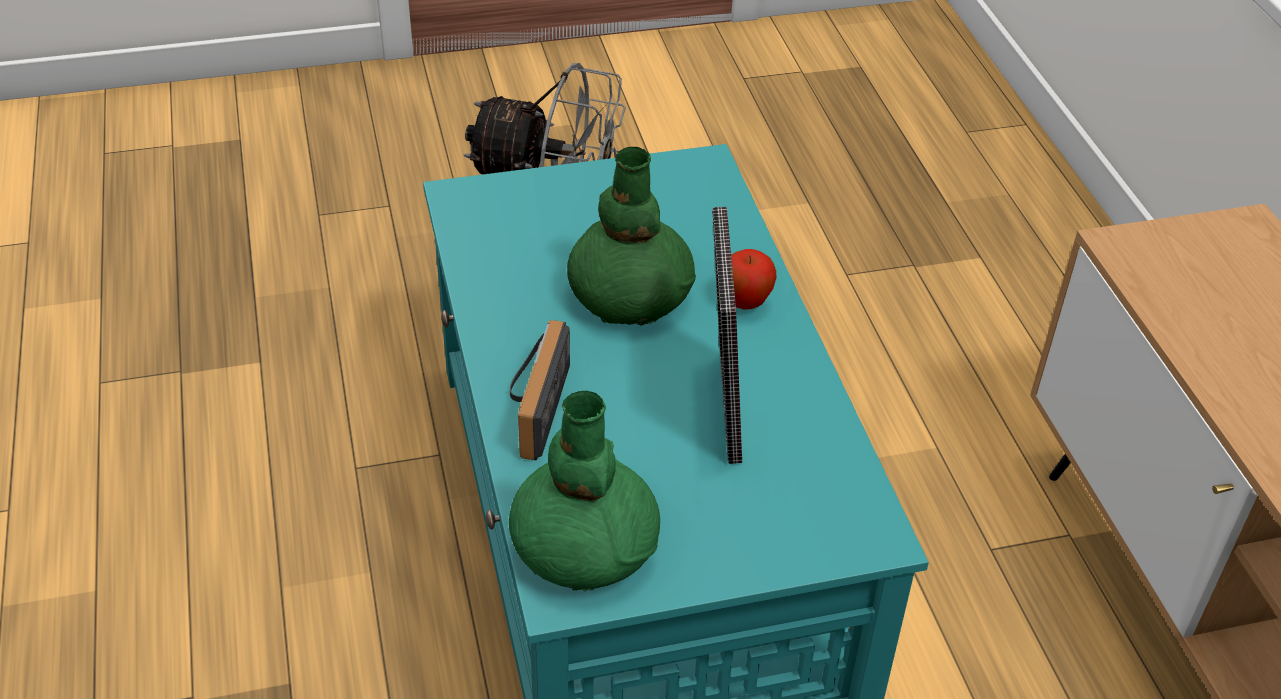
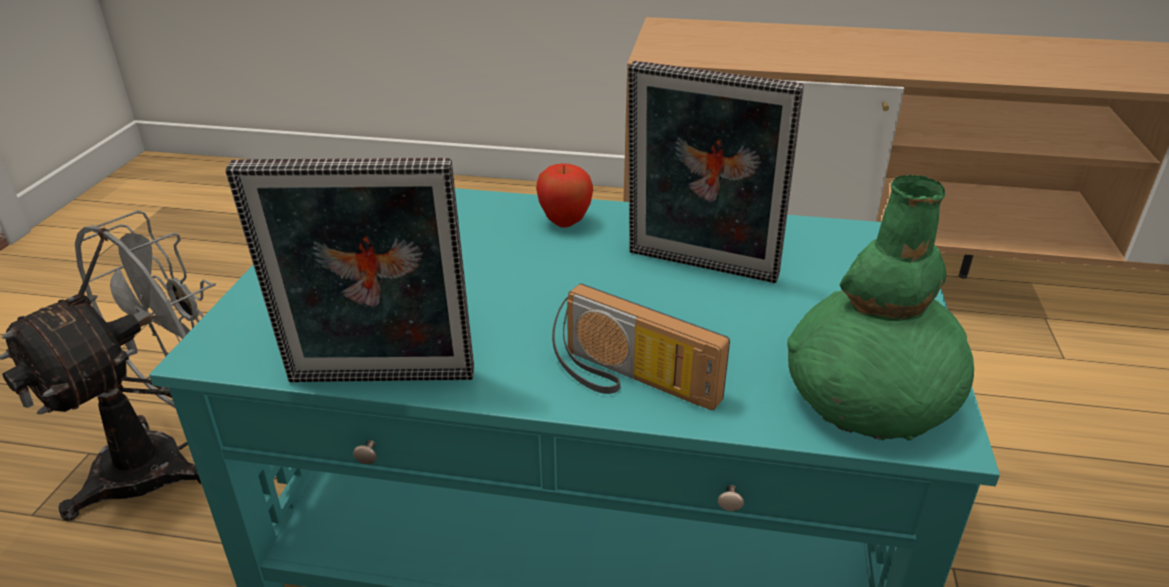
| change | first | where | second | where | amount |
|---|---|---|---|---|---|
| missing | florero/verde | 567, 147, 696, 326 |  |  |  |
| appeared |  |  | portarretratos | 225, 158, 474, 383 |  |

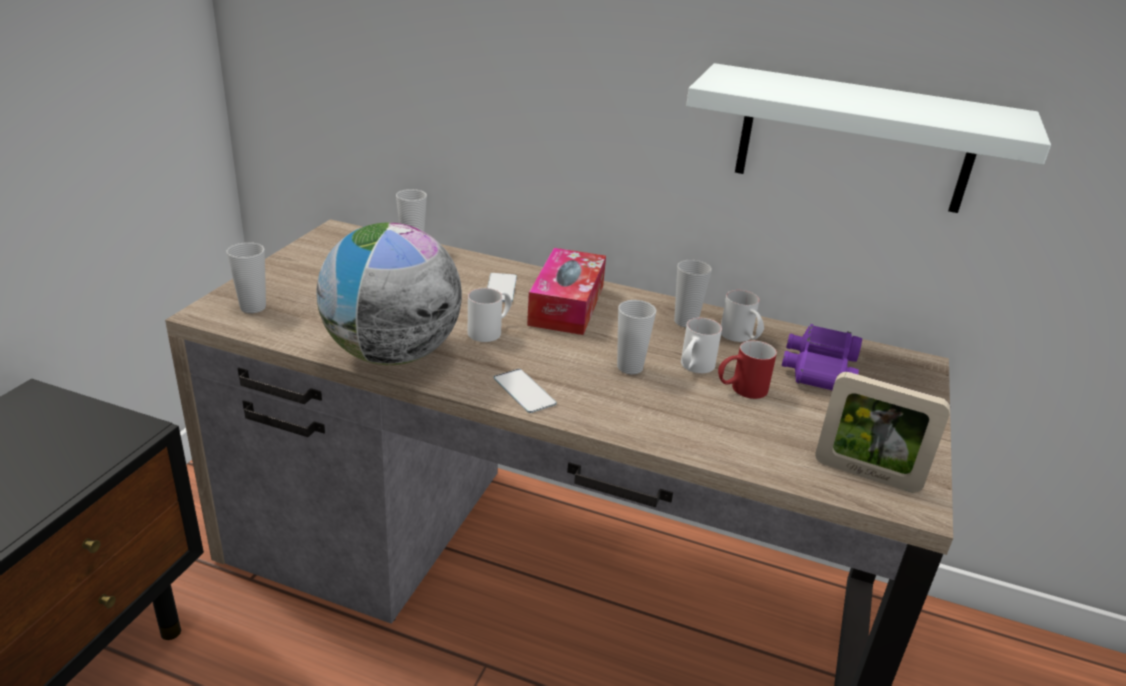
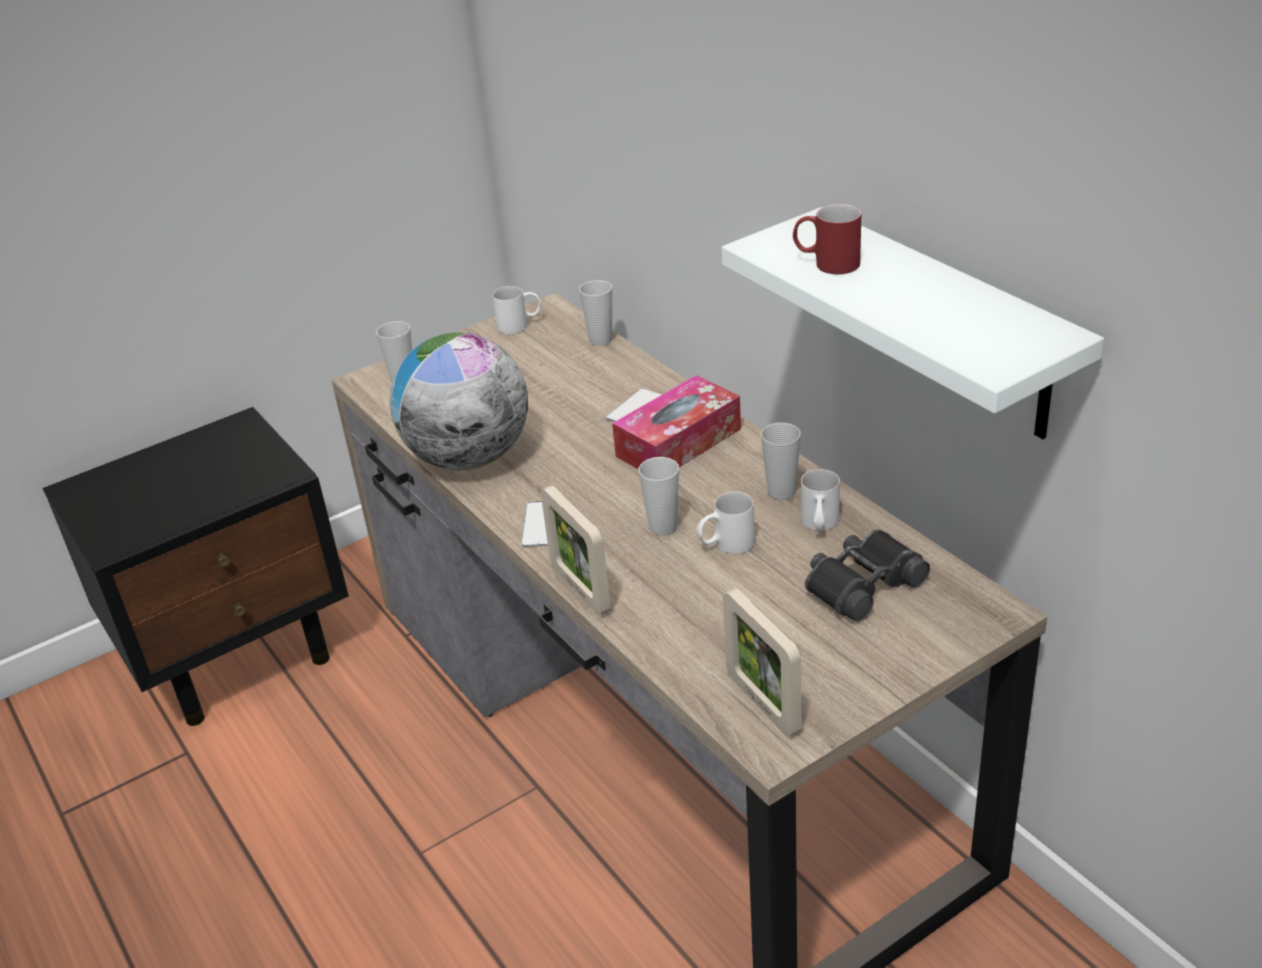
| change | first | where | second | where | amount |
|---|---|---|---|---|---|
| appeared |  |  | portarretratos | 541, 485, 611, 616 |  |
| relocated | taza grande/blanco | 468, 288, 512, 342 |  | 492, 286, 541, 334 |  |
| relocated | taza grande/rojo | 718, 340, 777, 399 |  | 793, 204, 861, 274 |  |
| colour | prismáticos/morado | 782, 324, 862, 390 | prismáticos/negro | 805, 530, 930, 622 |  |

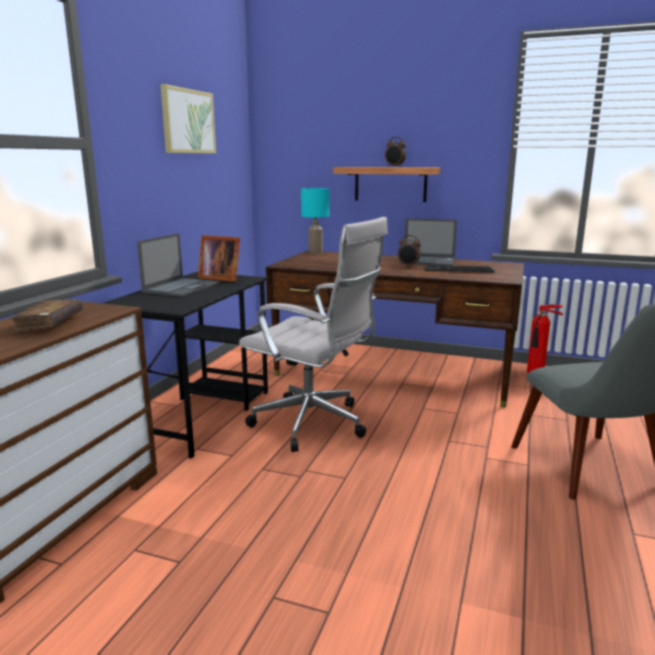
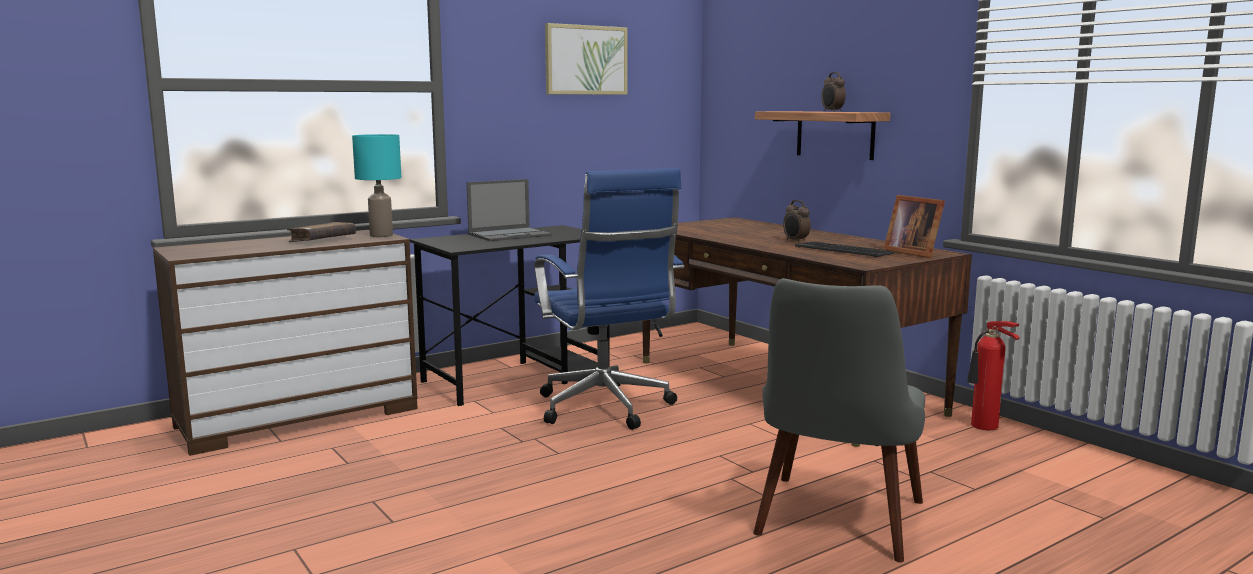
| change | first | where | second | where | amount |
|---|---|---|---|---|---|
| missing | portátil | 399, 218, 457, 266 |  |  |  |
| relocated | portarretratos | 198, 235, 240, 282 |  | 884, 195, 945, 258 |  |
| relocated | lámpara de mesa/turquesa | 301, 188, 330, 253 |  | 352, 134, 401, 237 |  |
| colour | silla de oficina/blanco | 239, 217, 388, 452 | silla de oficina/azul | 534, 168, 684, 430 |  |

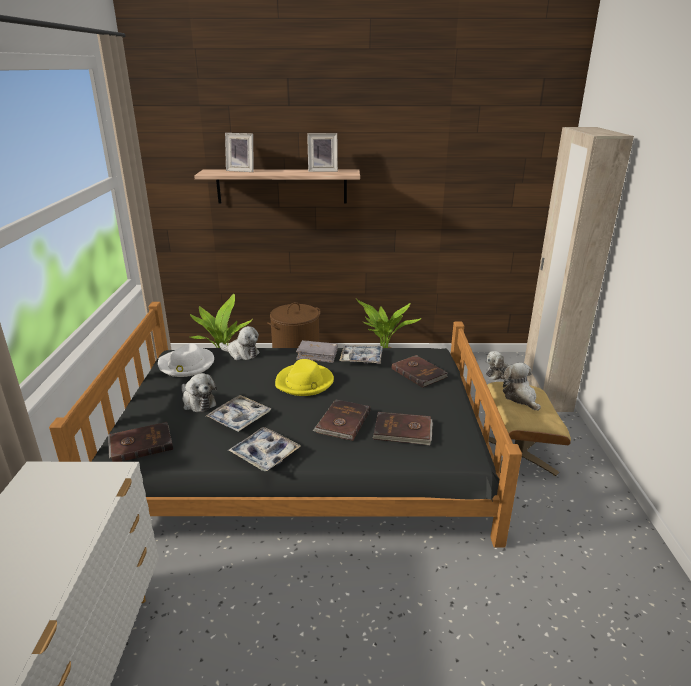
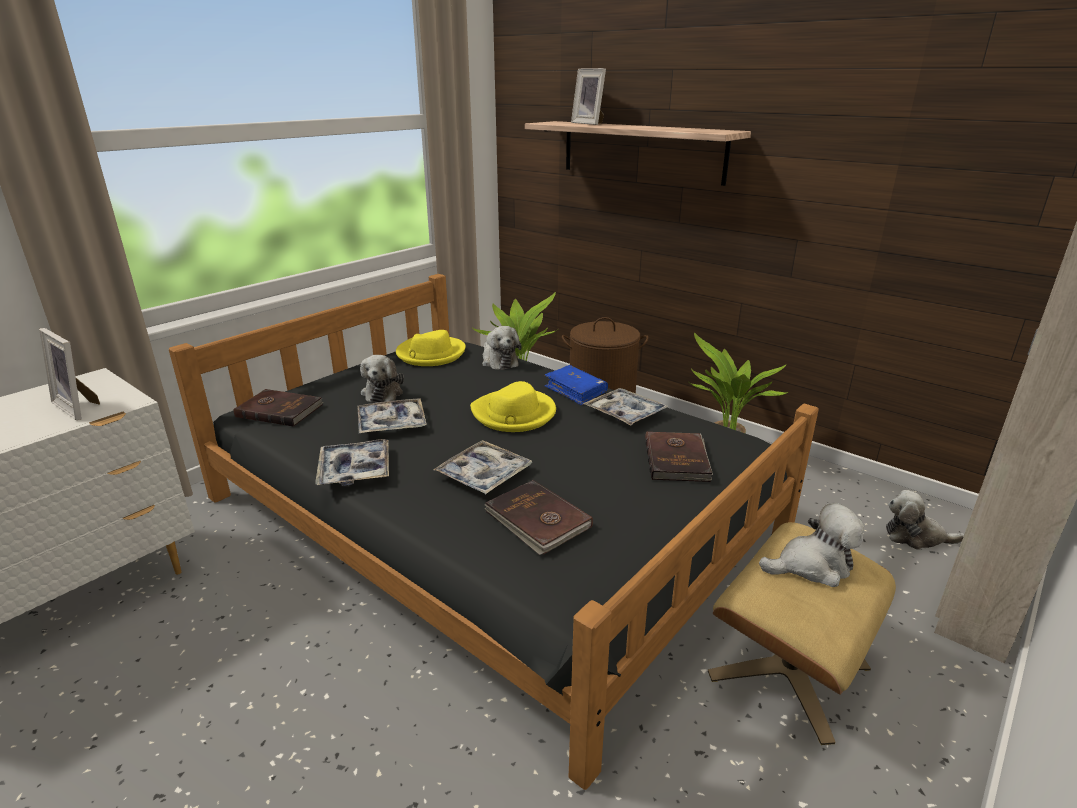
| change | first | where | second | where | amount |
|---|---|---|---|---|---|
| relocated | portarretratos | 307, 133, 338, 172 |  | 39, 328, 100, 420 |  |
| exchanged | libro/marrón | 313, 399, 371, 441 | bandeja | 434, 440, 532, 494 |  |
| colour | sombrero/blanco | 158, 343, 214, 377 | sombrero/amarillo | 396, 330, 466, 366 |  |
| colour | libro/gris | 296, 340, 338, 363 | libro/azul | 545, 365, 608, 405 |  |
| spun | peluche | 503, 363, 541, 411 |  | 759, 502, 865, 587 | 60 degrees clockwise |

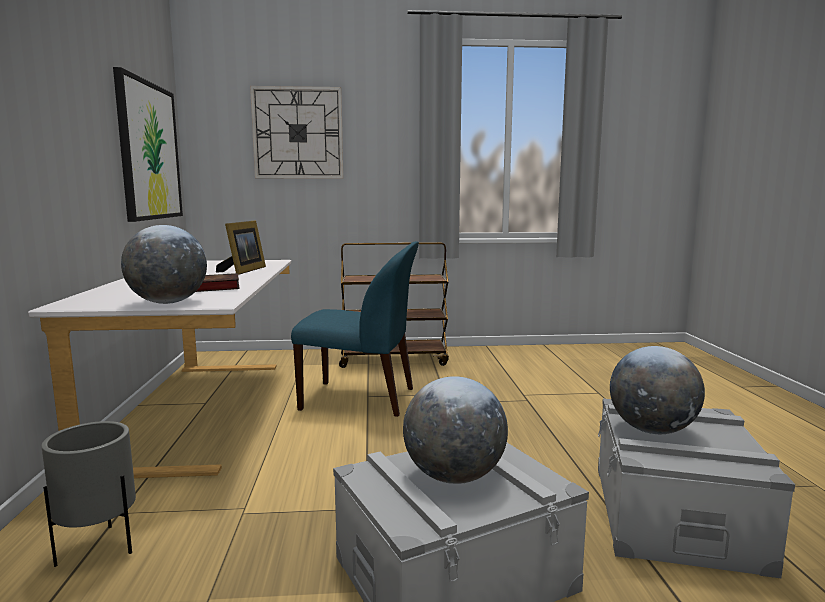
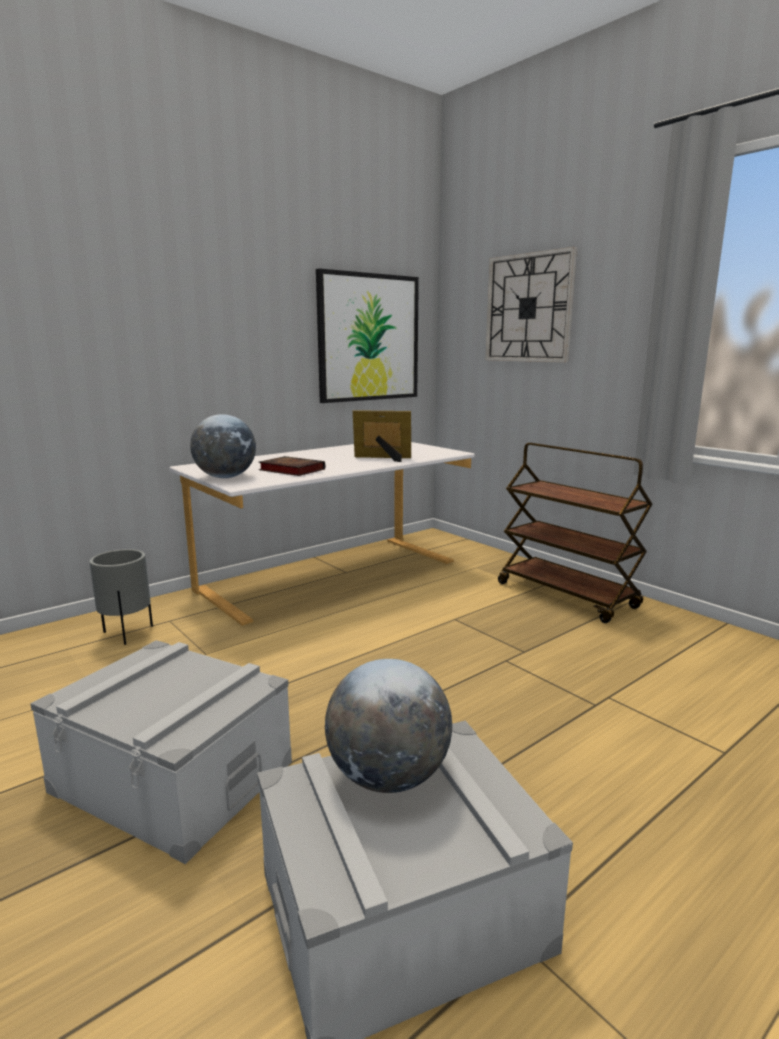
| change | first | where | second | where | amount |
|---|---|---|---|---|---|
| missing | silla/azul | 291, 241, 419, 417 |  |  |  |
| missing | globo terráqueo | 403, 376, 508, 484 |  |  |  |
| spun | portarretratos | 216, 220, 266, 275 |  | 353, 410, 411, 462 | 150 degrees counterclockwise |

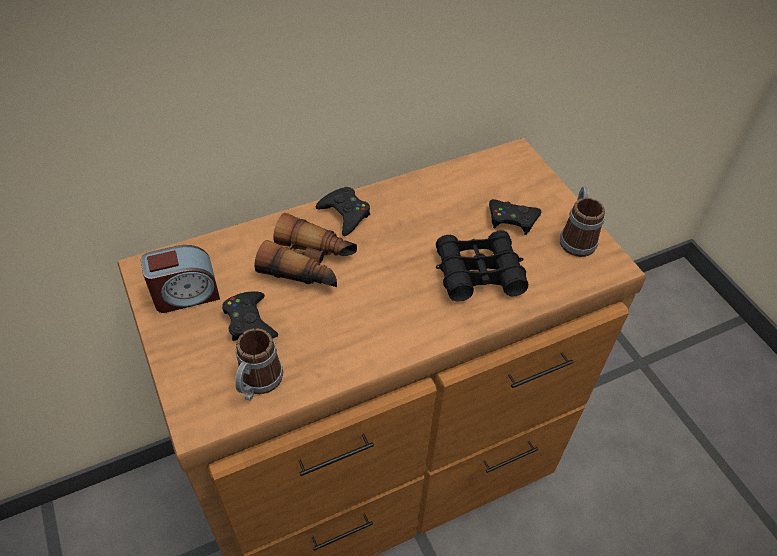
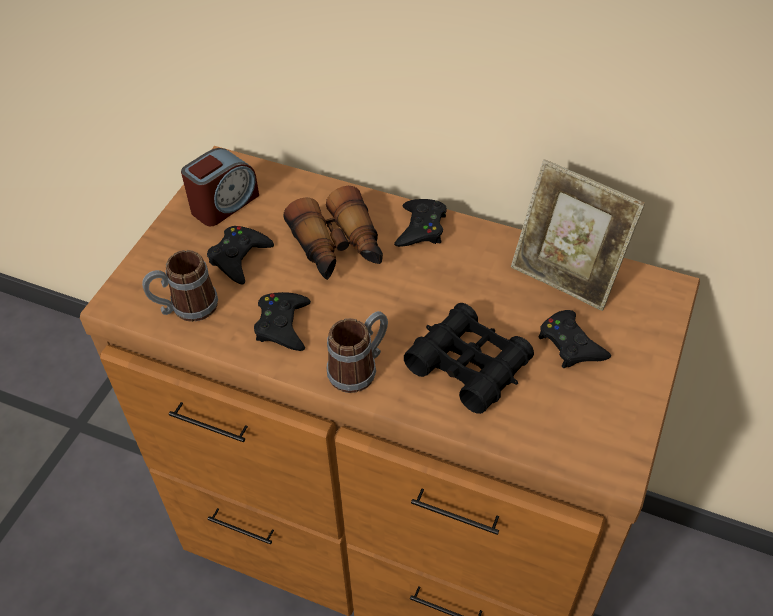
| change | first | where | second | where | amount |
|---|---|---|---|---|---|
| appeared |  |  | mando de consola/negro | 254, 292, 311, 351 |  |
| appeared |  |  | portarretratos | 511, 159, 645, 311 |  |
| relocated | taza grande | 560, 187, 605, 257 |  | 327, 311, 388, 393 |  |
| spun | despertador | 141, 245, 220, 313 |  | 181, 148, 259, 226 | 75 degrees counterclockwise |

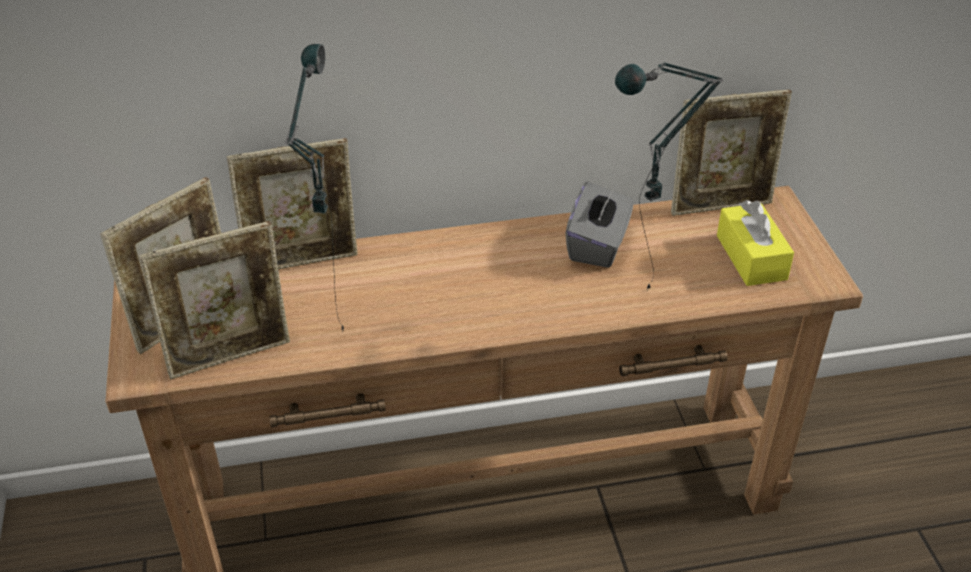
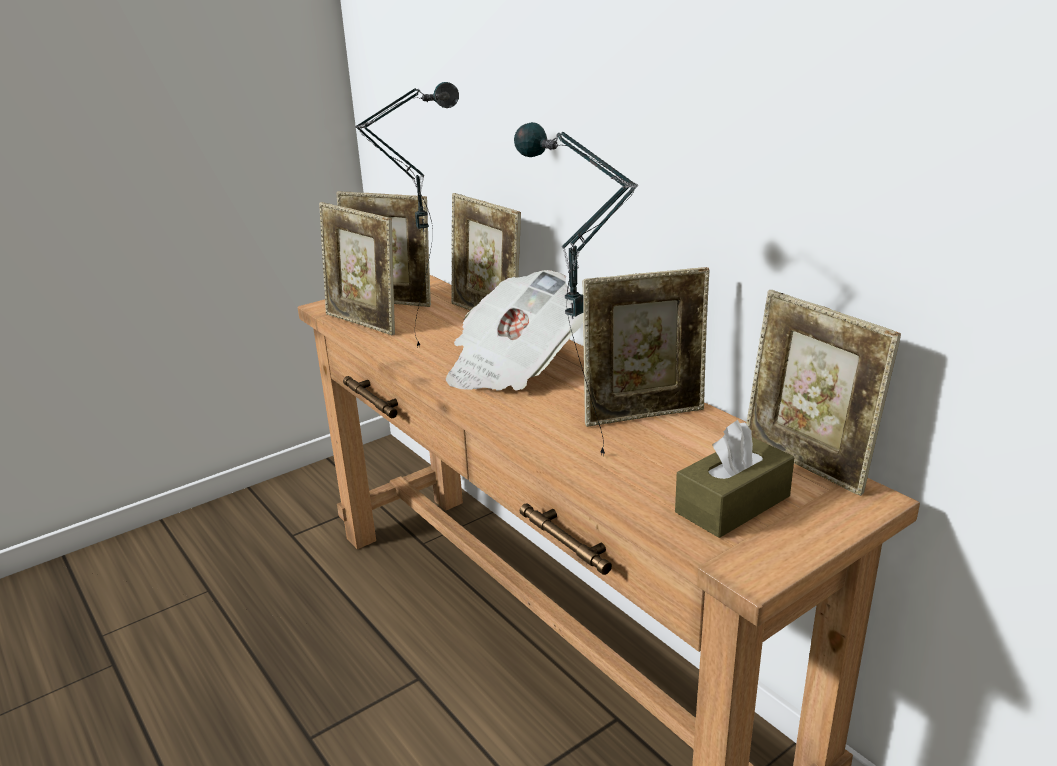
| change | first | where | second | where | amount |
|---|---|---|---|---|---|
| appeared |  |  | periódico | 446, 270, 583, 391 |  |
| exchanged | caja de pañuelos/gris | 565, 182, 634, 268 | portarretratos | 583, 267, 710, 427 |  |
| colour | caja de pañuelos/amarillo | 717, 200, 794, 286 | caja de pañuelos/marrón | 675, 420, 794, 538 |  |

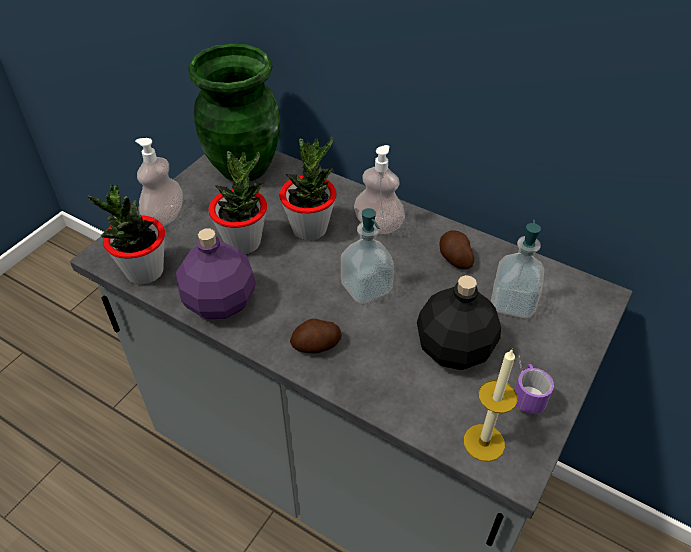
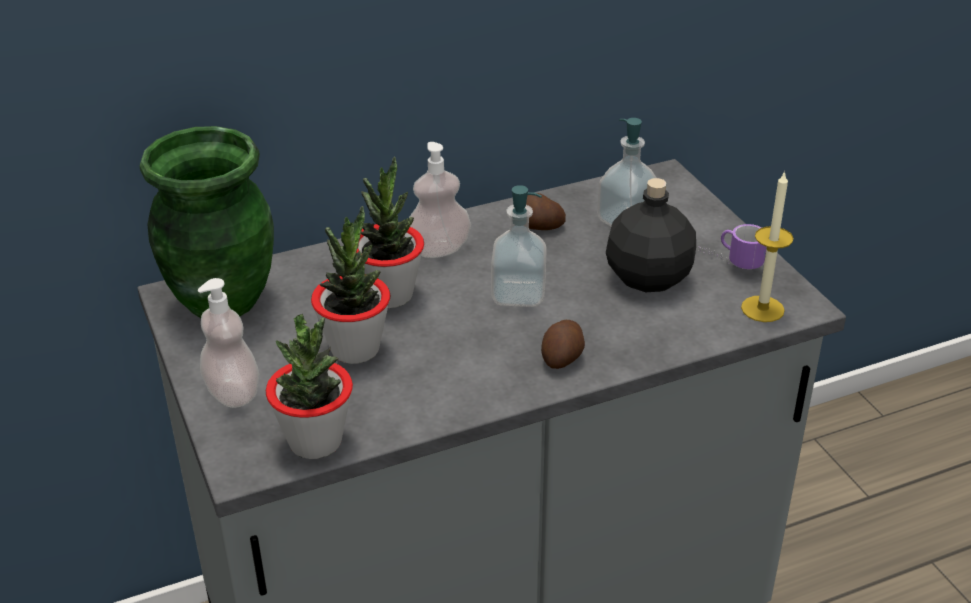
| change | first | where | second | where | amount |
|---|---|---|---|---|---|
| missing | botella/morado | 176, 229, 256, 319 |  |  |  |

